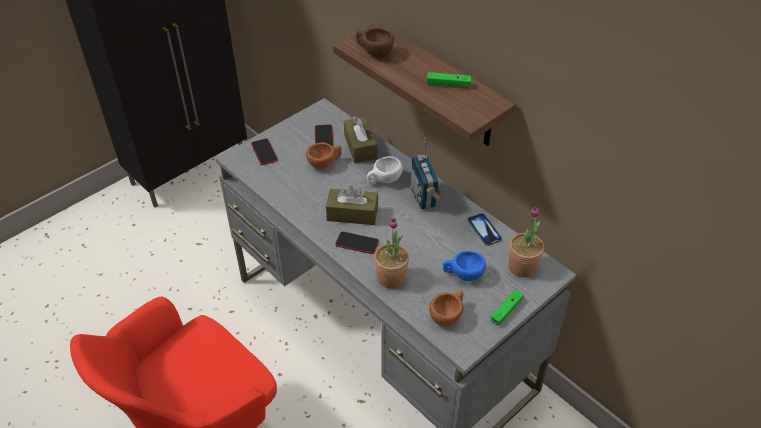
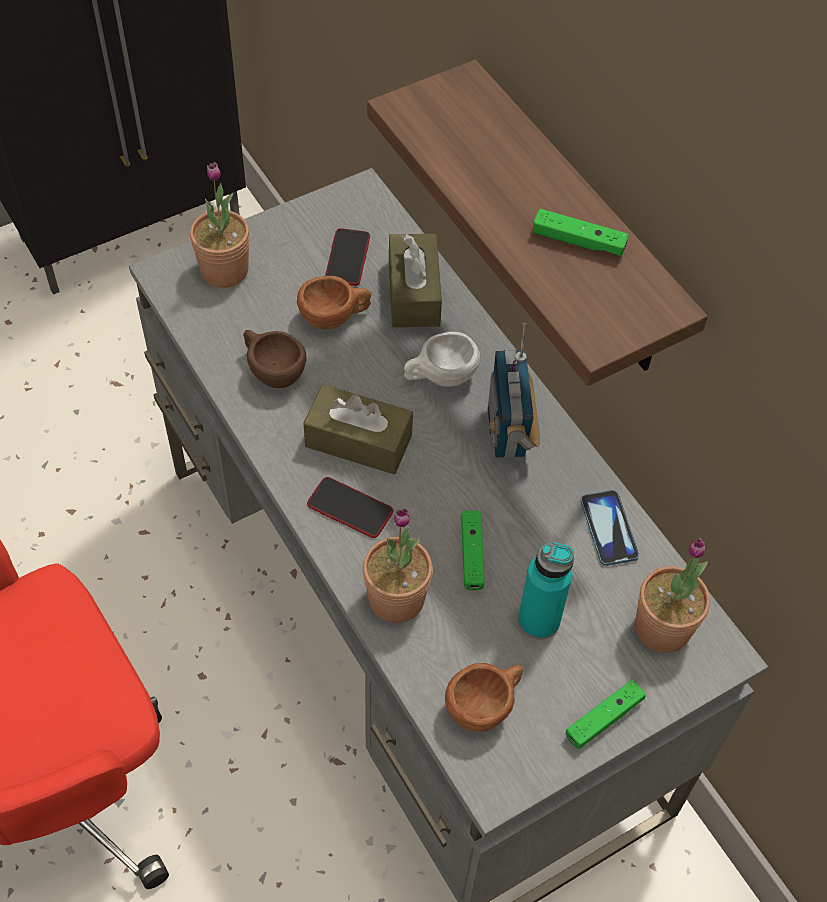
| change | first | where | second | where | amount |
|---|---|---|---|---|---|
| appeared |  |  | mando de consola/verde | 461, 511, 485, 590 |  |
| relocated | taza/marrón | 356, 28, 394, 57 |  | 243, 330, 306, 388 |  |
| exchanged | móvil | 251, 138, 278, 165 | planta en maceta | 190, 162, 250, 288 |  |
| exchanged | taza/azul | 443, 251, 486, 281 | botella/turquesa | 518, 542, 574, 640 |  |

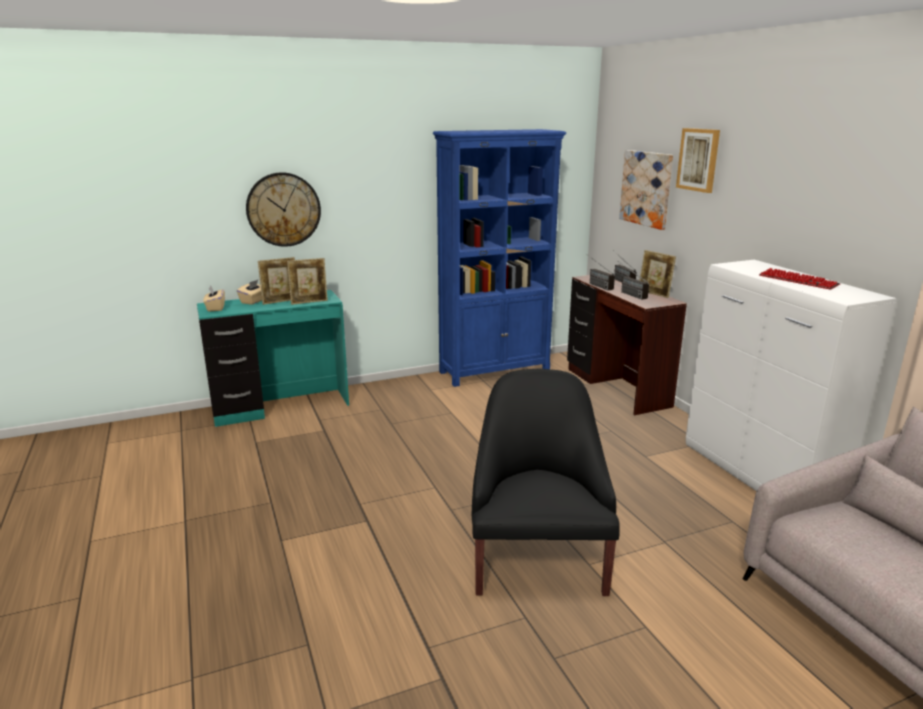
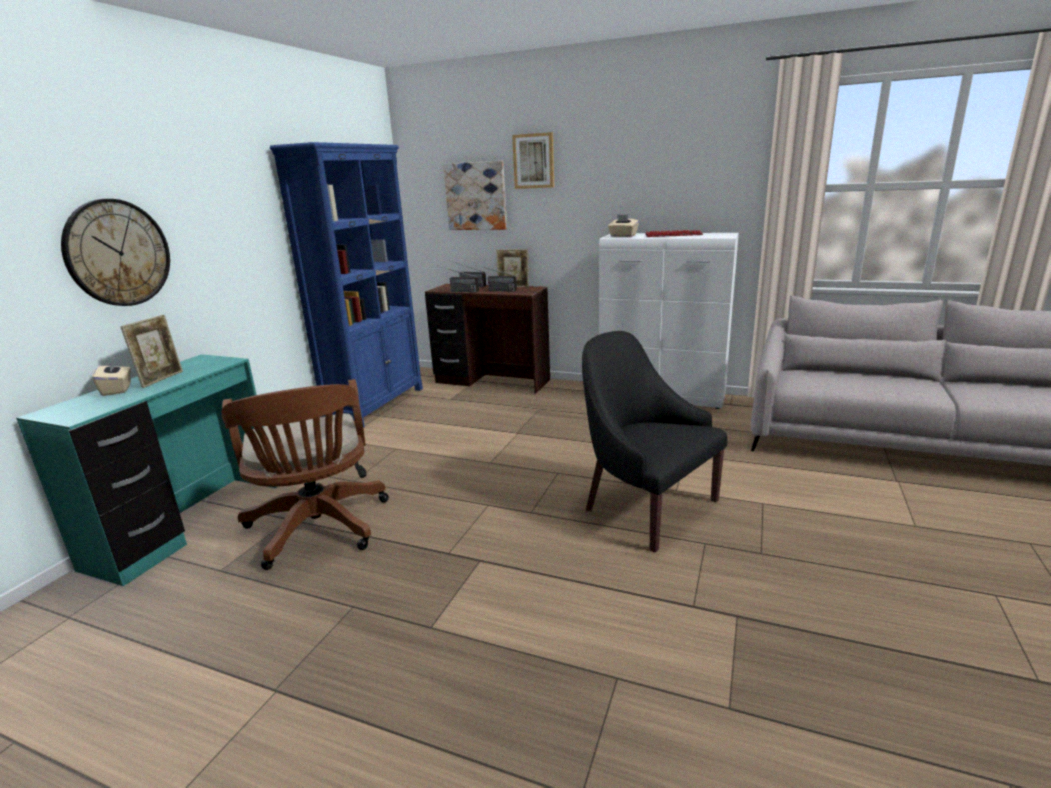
| change | first | where | second | where | amount |
|---|---|---|---|---|---|
| missing | portarretratos | 287, 258, 328, 305 |  |  |  |
| appeared |  |  | silla de oficina/marrón | 221, 379, 389, 570 |  |
| relocated | caja de pañuelos/beis | 203, 286, 225, 312 |  | 608, 214, 639, 237 |  |

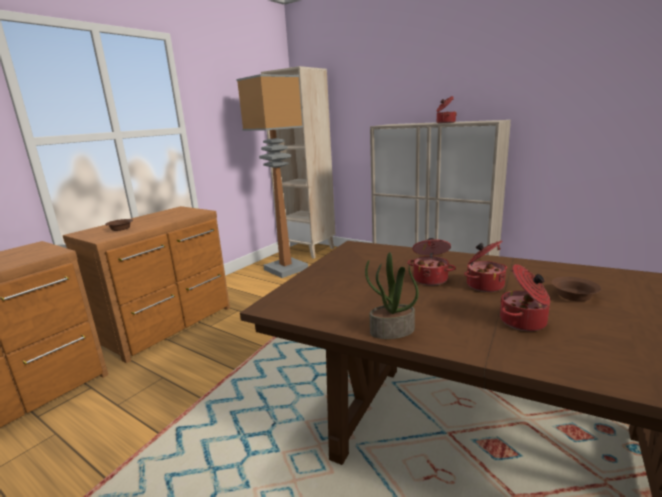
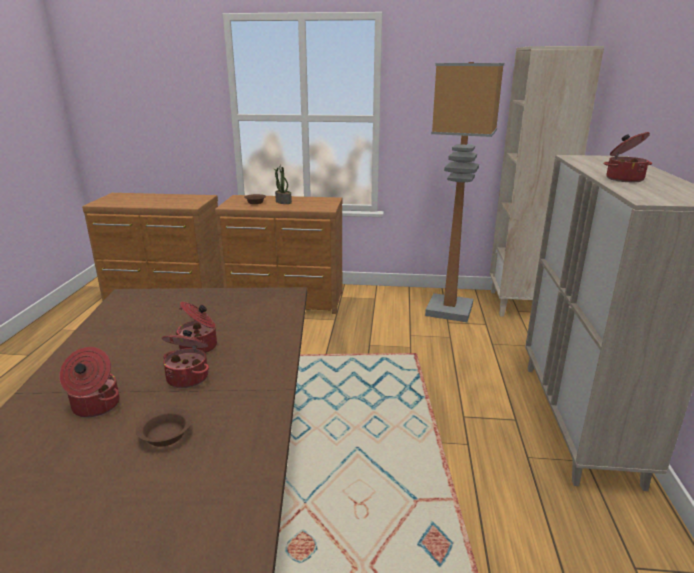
| change | first | where | second | where | amount |
|---|---|---|---|---|---|
| relocated | planta en maceta | 365, 252, 419, 339 |  | 274, 164, 292, 204 |  |

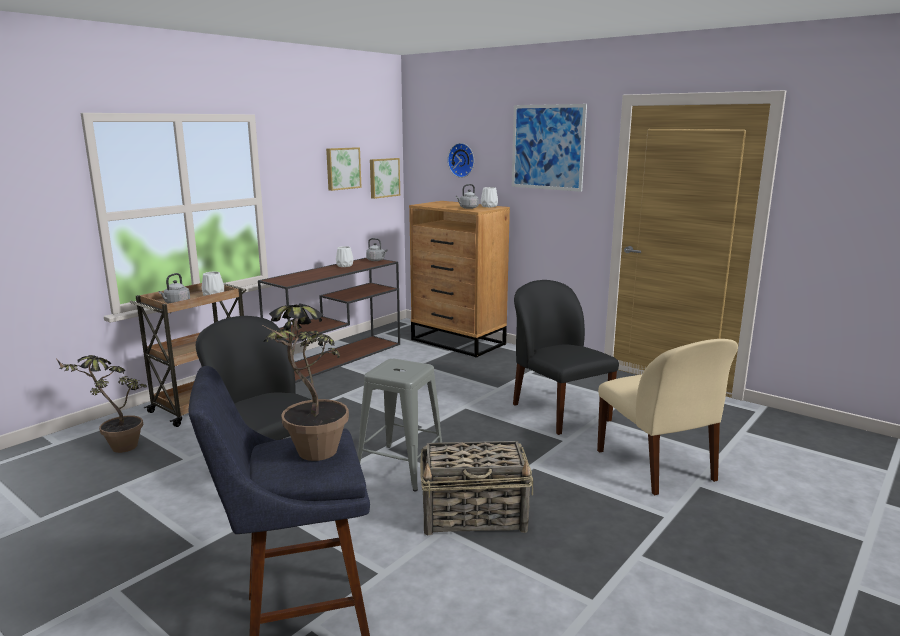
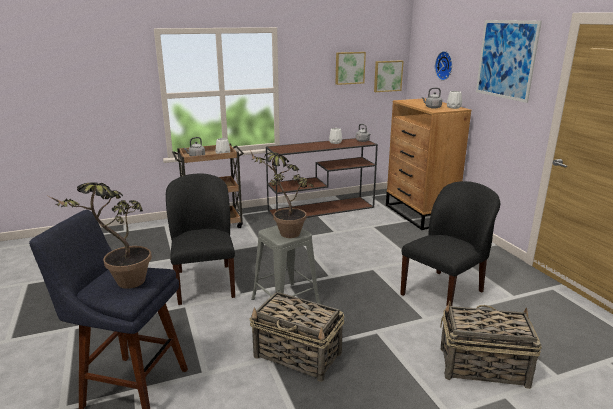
| change | first | where | second | where | amount |
|---|---|---|---|---|---|
| relocated | planta en maceta | 55, 355, 147, 453 |  | 250, 150, 314, 238 |  |
| exchanged | silla/beis | 597, 339, 738, 495 | cesta | 440, 301, 542, 389 |  |
| spun | silla/negro | 513, 280, 619, 435 |  | 400, 181, 500, 307 | 45 degrees clockwise |

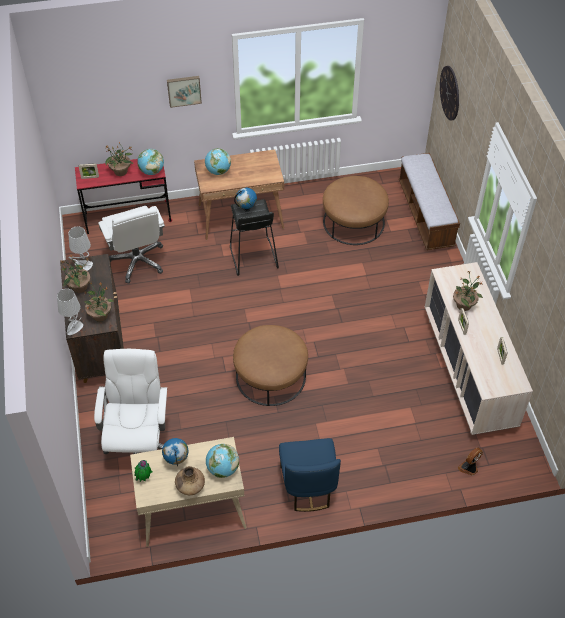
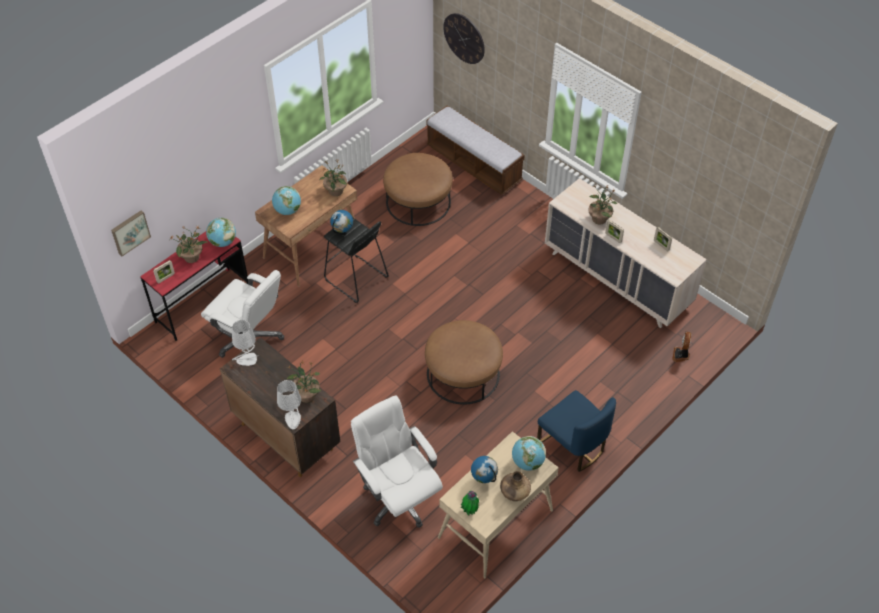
| change | first | where | second | where | amount |
|---|---|---|---|---|---|
| relocated | planta en maceta | 61, 254, 91, 293 |  | 319, 159, 347, 196 |  |
| relocated | cuadro | 167, 76, 202, 108 |  | 111, 211, 151, 256 |  |

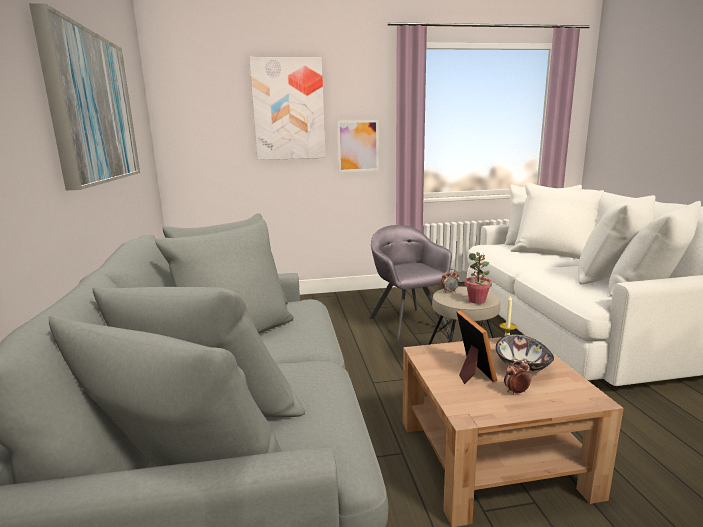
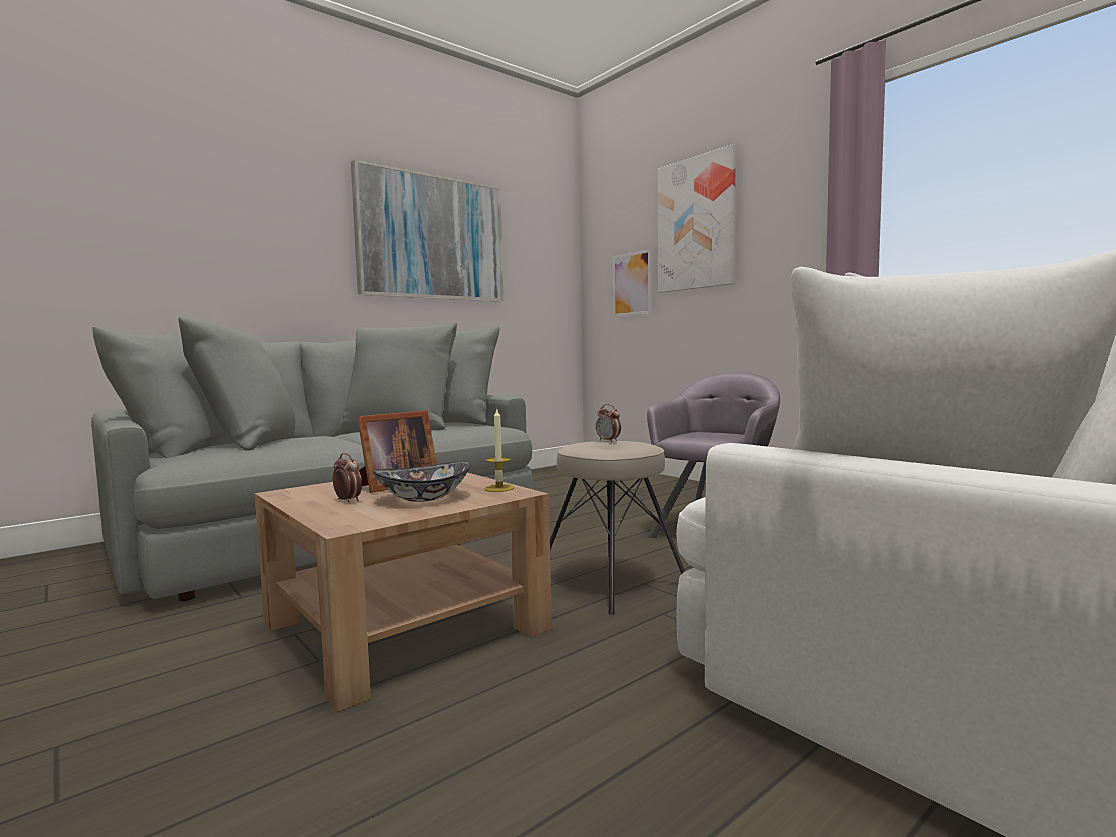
| change | first | where | second | where | amount |
|---|---|---|---|---|---|
| missing | planta en maceta | 465, 252, 492, 304 |  |  |  |
| relocated | cuadro | 337, 120, 379, 172 |  | 613, 249, 651, 317 |  |

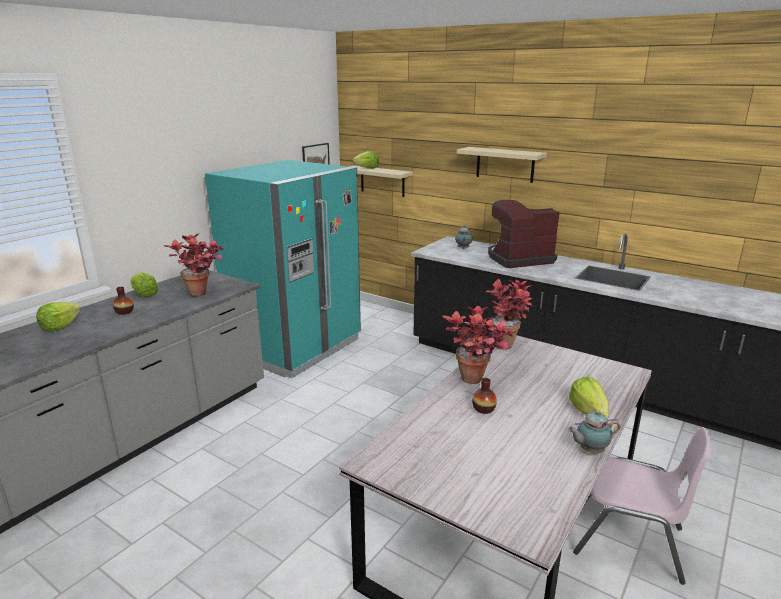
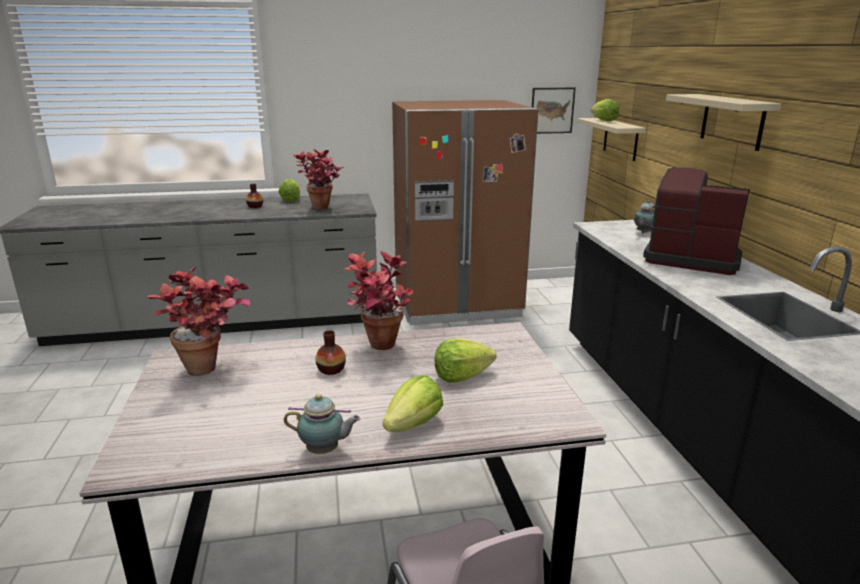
| change | first | where | second | where | amount |
|---|---|---|---|---|---|
| relocated | lechuga | 36, 302, 81, 332 |  | 435, 338, 496, 383 |  |
| relocated | planta en maceta | 486, 279, 533, 350 |  | 148, 267, 250, 376 |  |
| colour | nevera/turquesa | 205, 160, 361, 378 | nevera/marrón | 392, 100, 538, 325 |  |
| spun | tetera | 568, 410, 620, 454 |  | 284, 394, 361, 454 | 150 degrees clockwise |

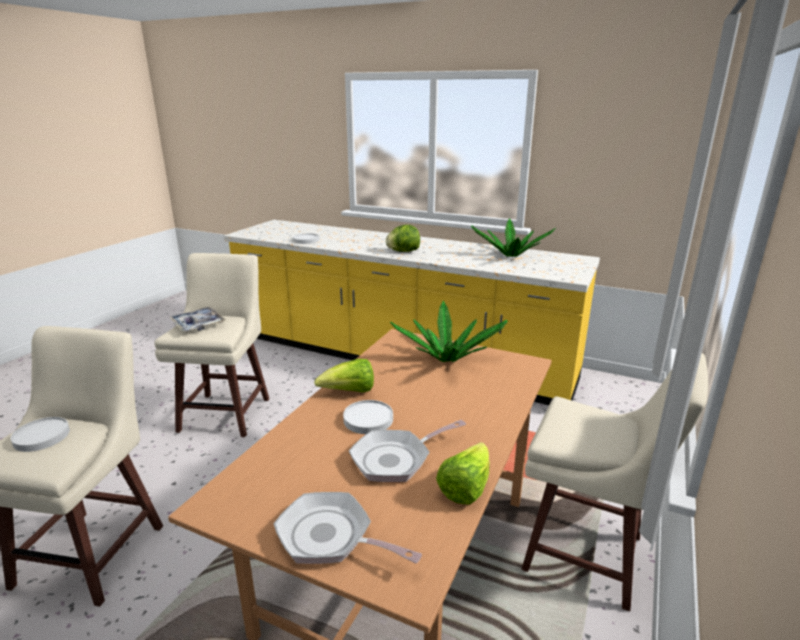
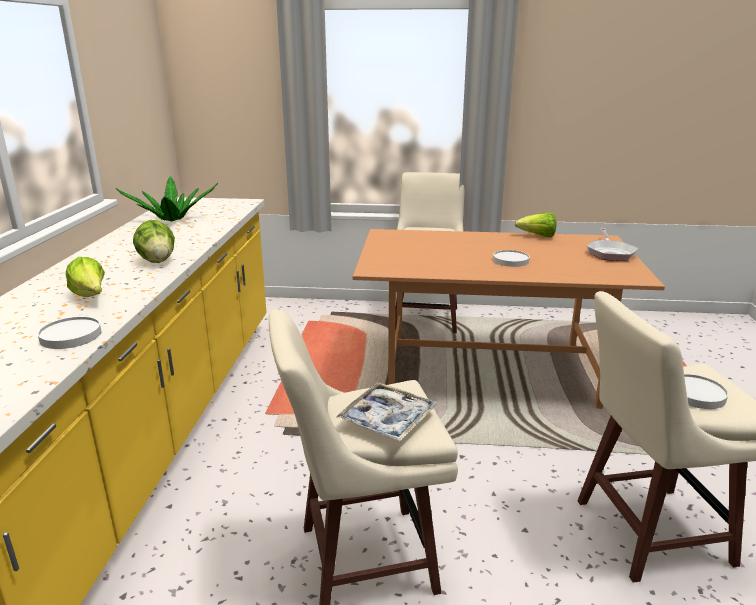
| change | first | where | second | where | amount |
|---|---|---|---|---|---|
| missing | sartén | 349, 420, 466, 482 |  |  |  |
| missing | planta en maceta | 390, 301, 508, 362 |  |  |  |
| relocated | lechuga | 314, 359, 374, 393 |  | 66, 257, 105, 297 |  |

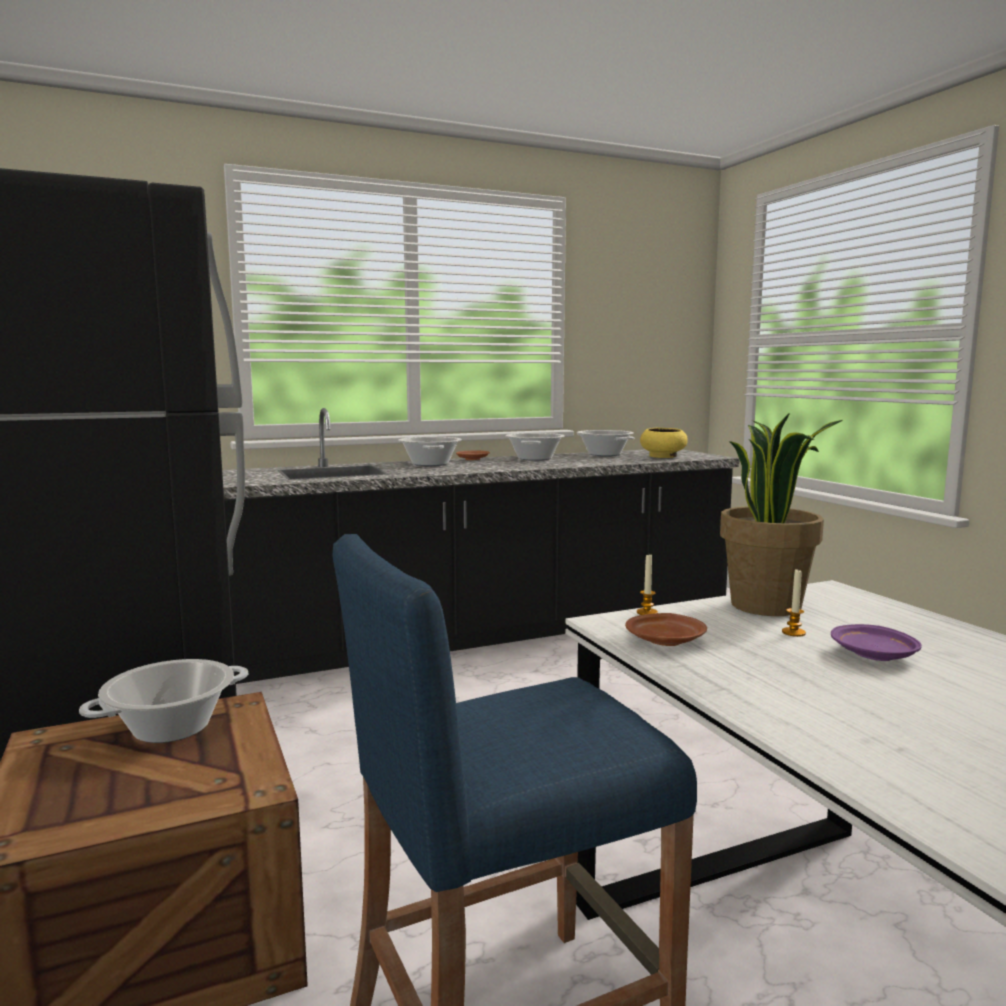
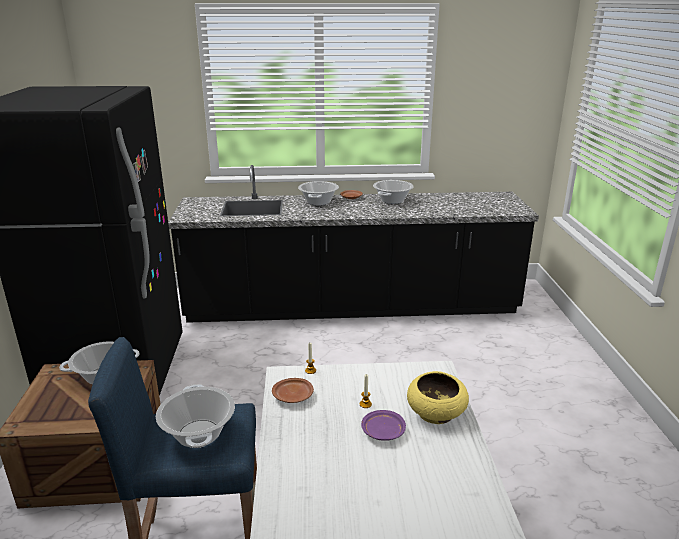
| change | first | where | second | where | amount |
|---|---|---|---|---|---|
| missing | planta en maceta | 720, 413, 843, 616 |  |  |  |
| relocated | olla | 577, 430, 634, 456 |  | 156, 384, 235, 448 |  |
| relocated | cuenco/amarillo | 640, 428, 688, 458 |  | 407, 371, 469, 424 |  |

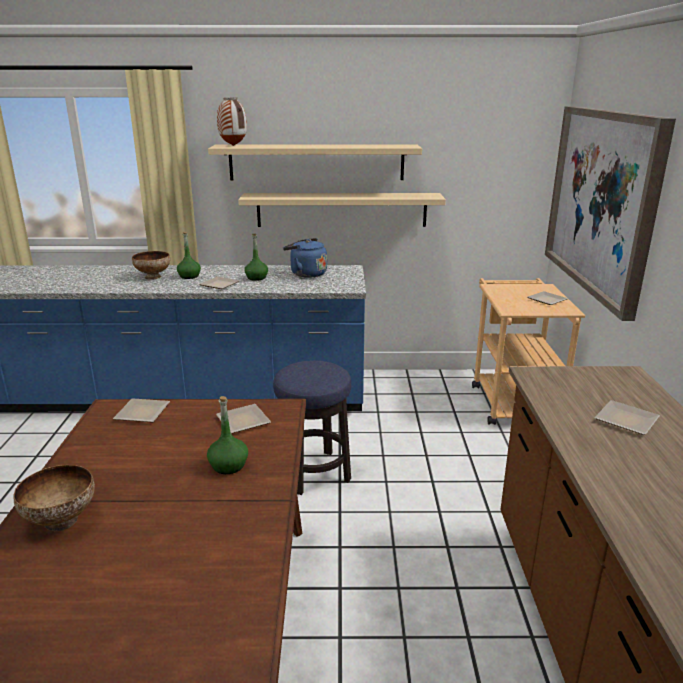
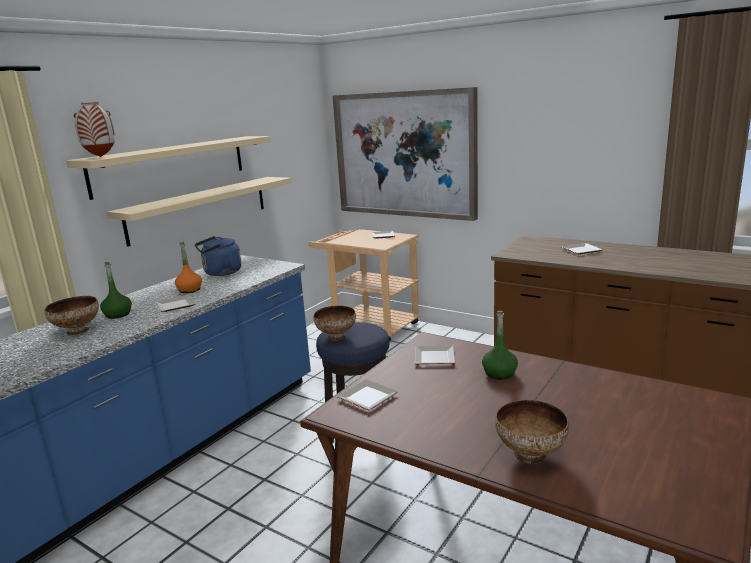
| change | first | where | second | where | amount |
|---|---|---|---|---|---|
| appeared |  |  | cuenco | 314, 306, 356, 341 |  |
| colour | botella/verde | 244, 234, 268, 281 | botella/naranja | 175, 242, 202, 293 |  |

